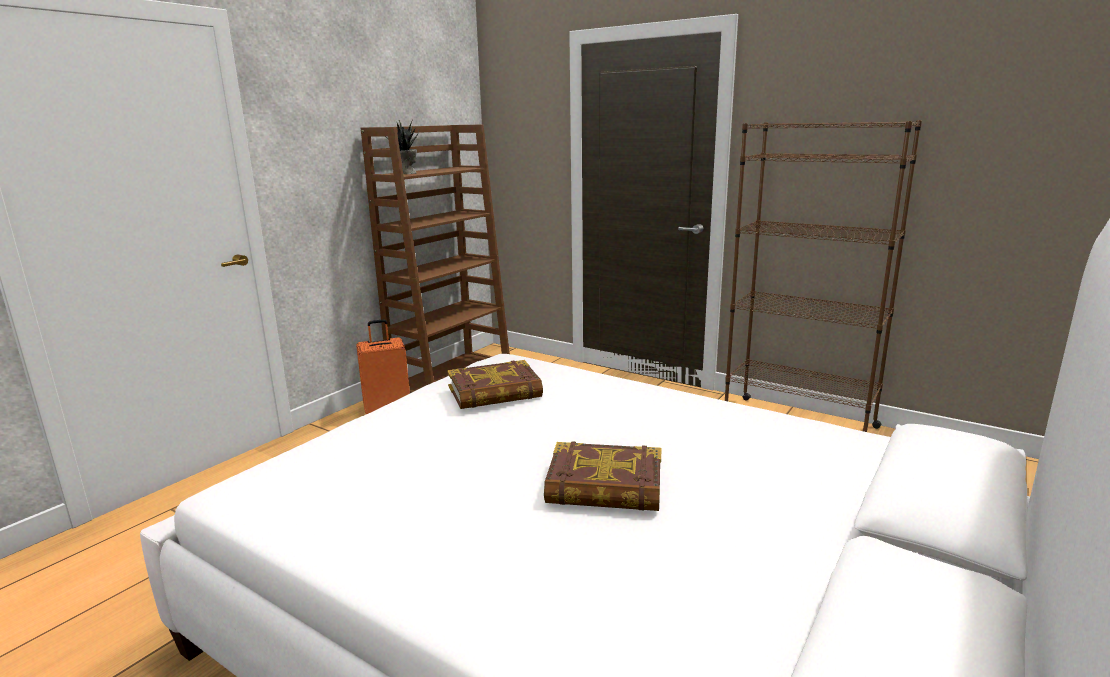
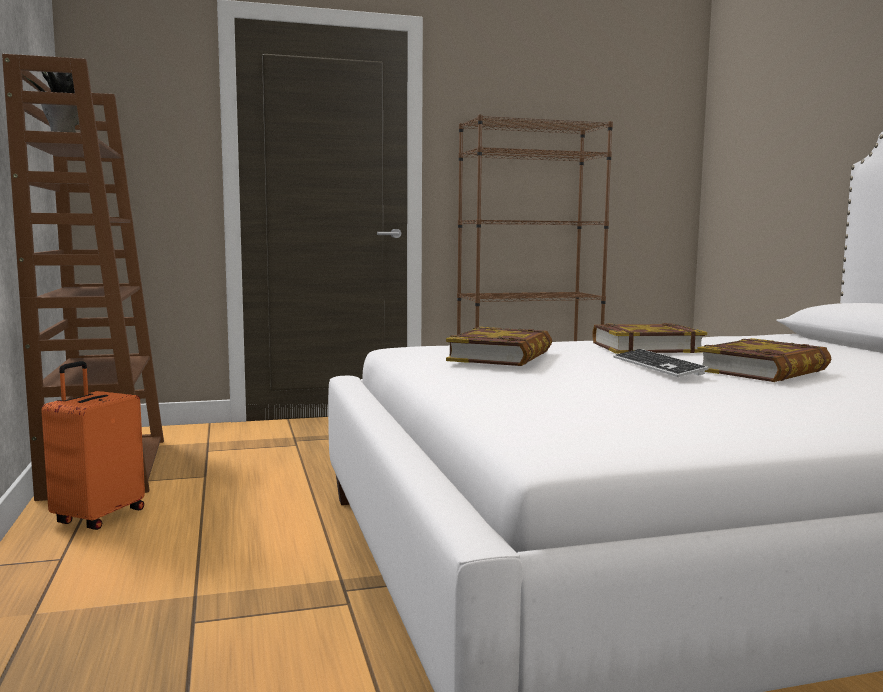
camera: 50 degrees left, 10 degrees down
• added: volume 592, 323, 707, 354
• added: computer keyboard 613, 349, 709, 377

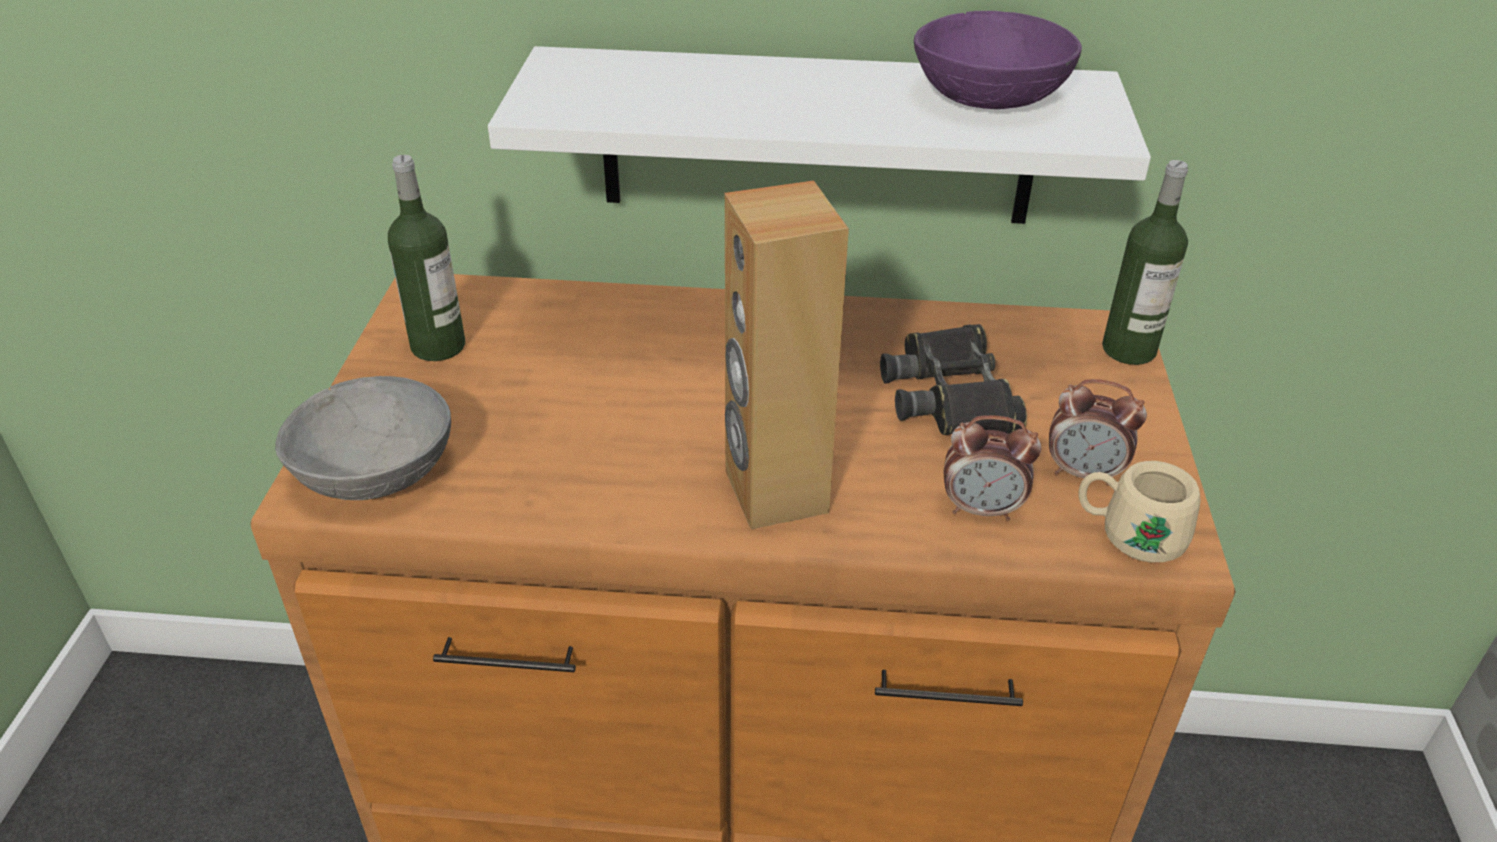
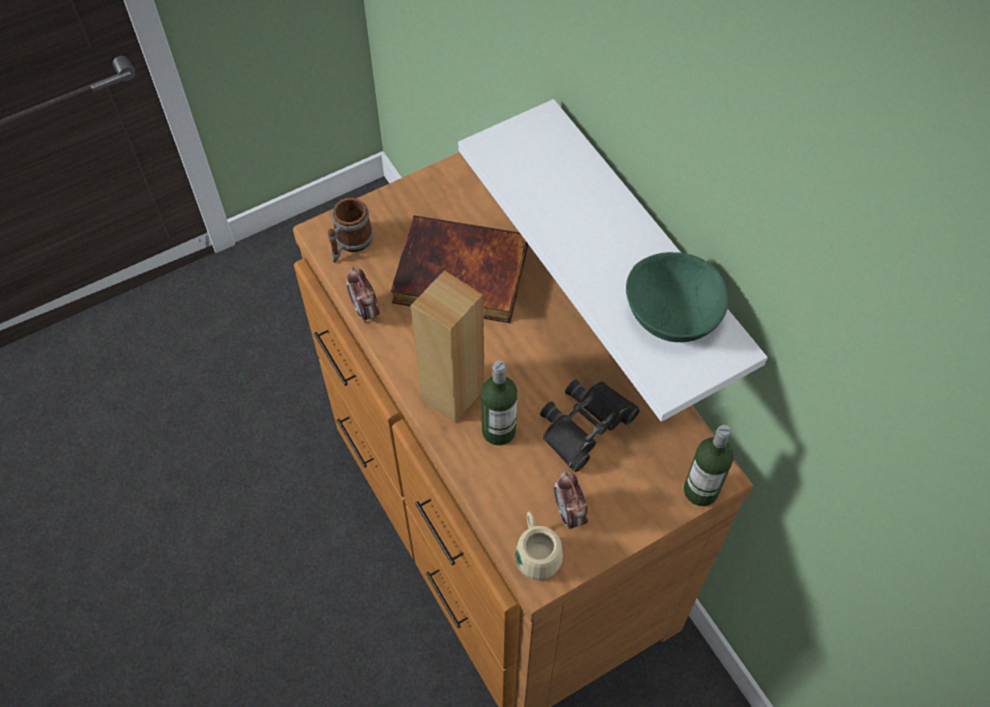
camera: 55 degrees right, 20 degrees up
• added: volume 391, 215, 528, 323
• moved: beverage bottle 388, 155, 465, 361 to 481, 361, 517, 445
• moved: bedside clock 944, 415, 1041, 521 to 346, 267, 380, 323
• replaced: serving bowl in gray 275, 376, 451, 500 to tea mug 328, 198, 373, 263
• recoloured: serving bowl in purplish 914, 11, 1082, 109 to serving bowl in green 626, 252, 729, 342

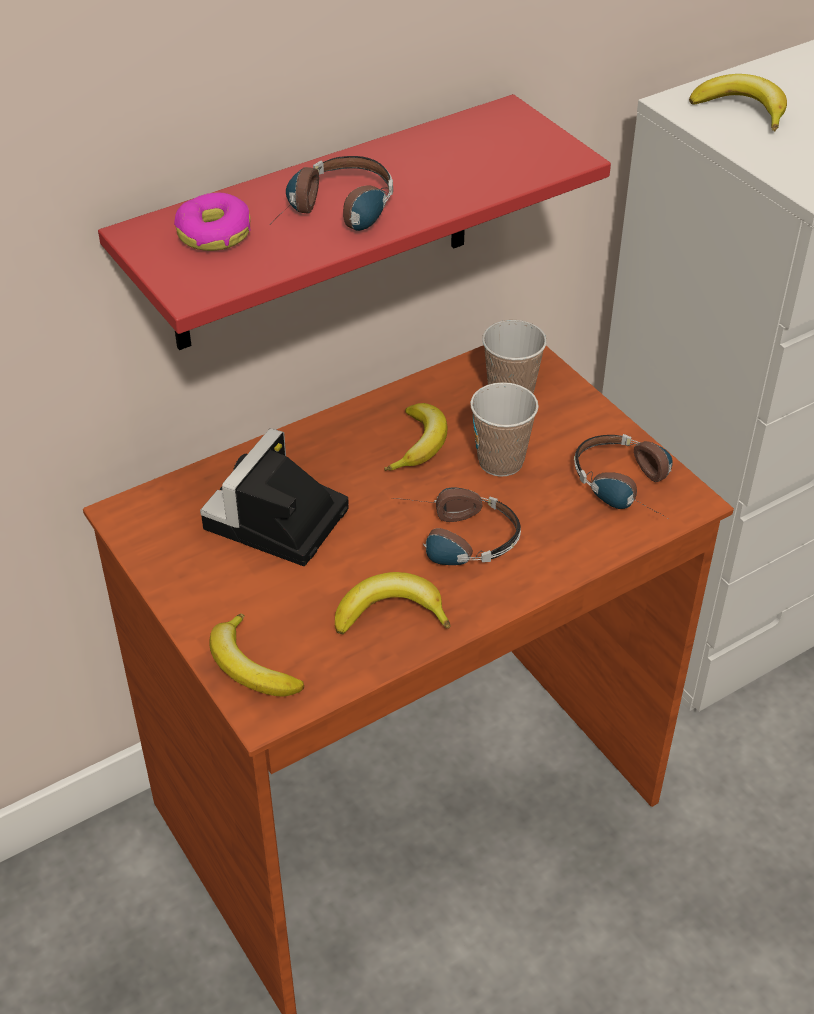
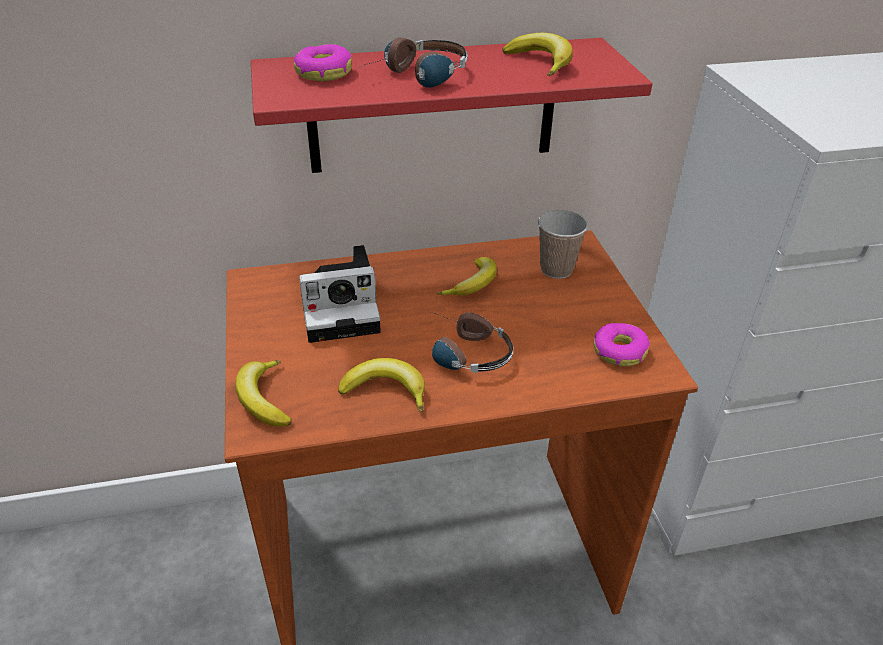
camera: 20 degrees right, 5 degrees down
• removed: drinking cup 470, 382, 539, 477
• moved: banana fruit 689, 74, 787, 132 to 502, 33, 573, 77
• replaced: pair of headphones 574, 434, 673, 518 to doughnut 593, 323, 650, 366
• turned: photo camera 200, 428, 349, 566 = 299, 245, 381, 343 150 degrees counterclockwise

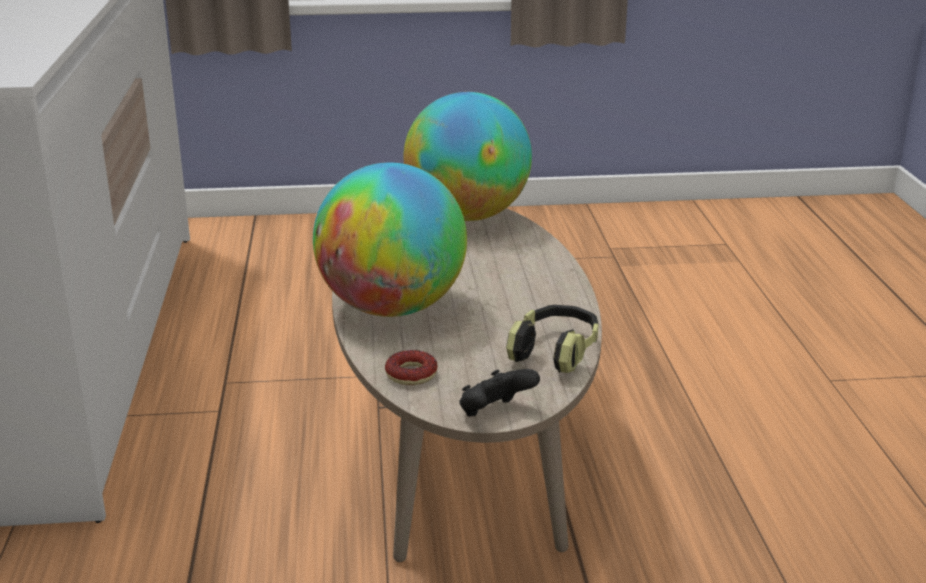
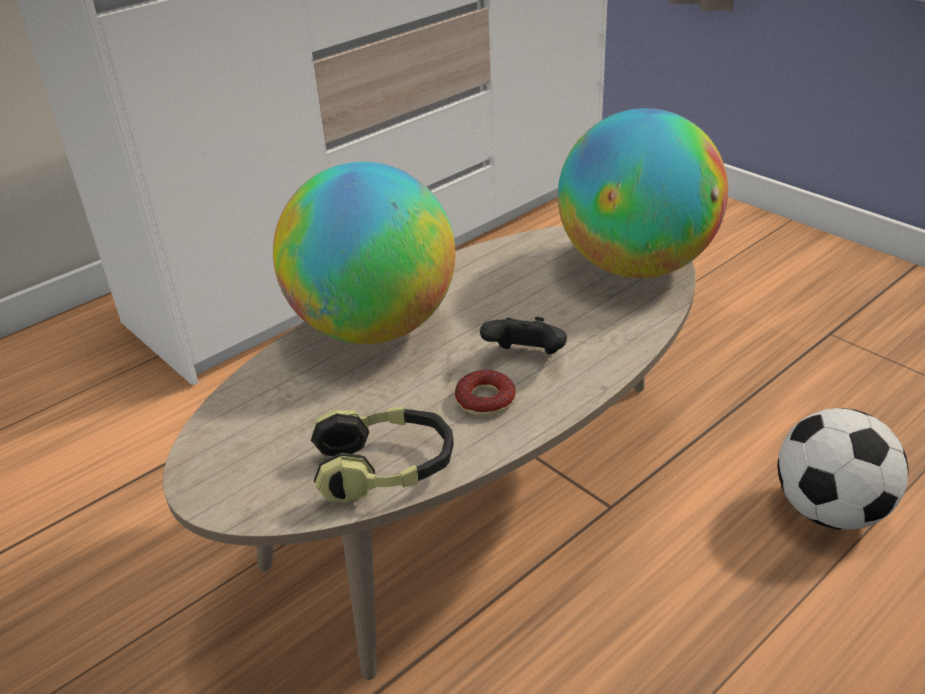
camera: 55 degrees right, 10 degrees up
• added: football 778, 408, 908, 530
• moved: doughnut 385, 350, 438, 385 to 455, 370, 516, 416
• moved: game controller in blackish 459, 369, 540, 416 to 480, 317, 567, 354

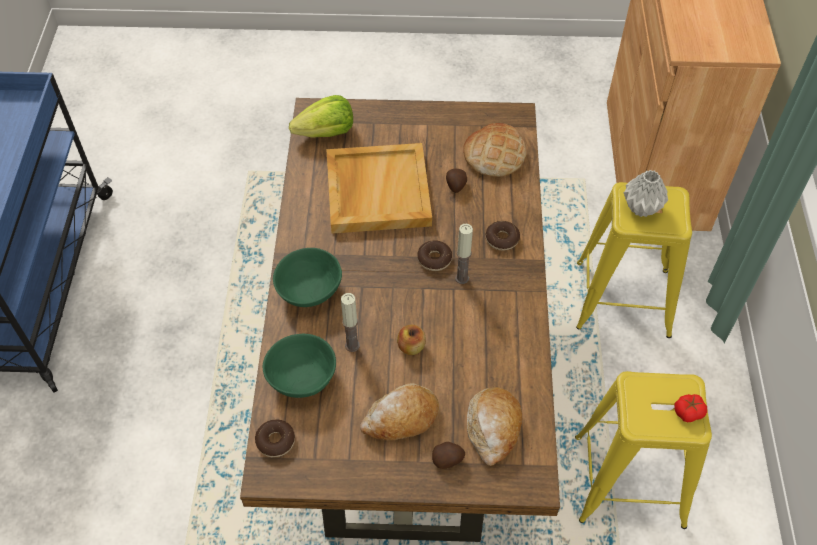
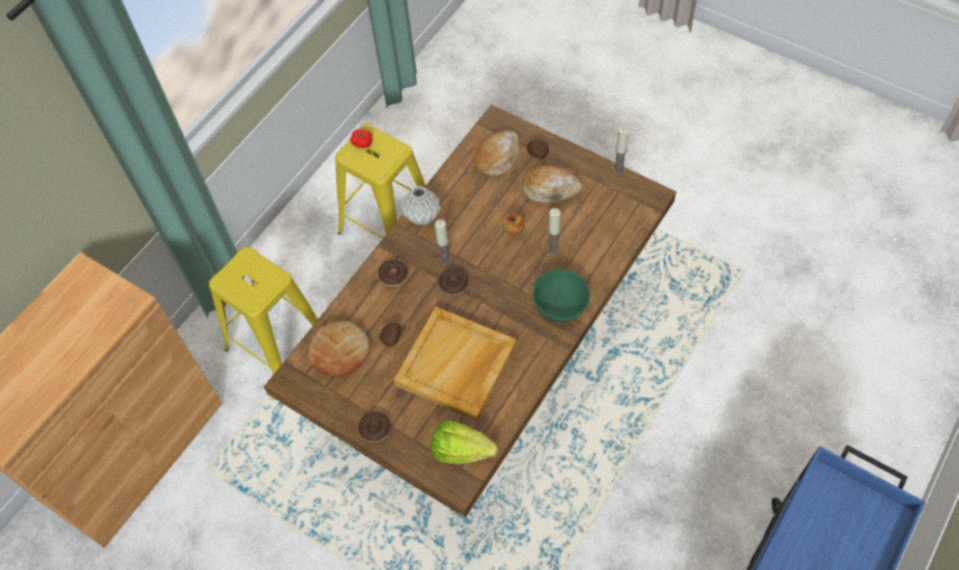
camera: 145 degrees left, 5 degrees up
• removed: serving bowl in green 263, 334, 336, 398
• added: wax light 613, 126, 629, 175
• moved: doughnut 255, 419, 295, 457 to 358, 412, 390, 442
• moved: flower vase in gray 624, 170, 668, 217 to 401, 186, 440, 225

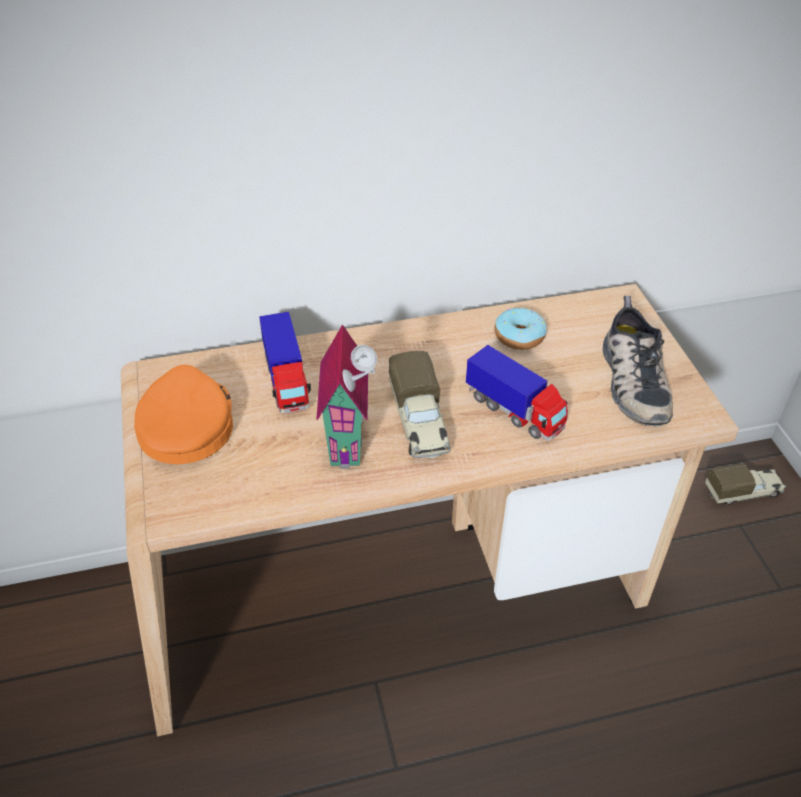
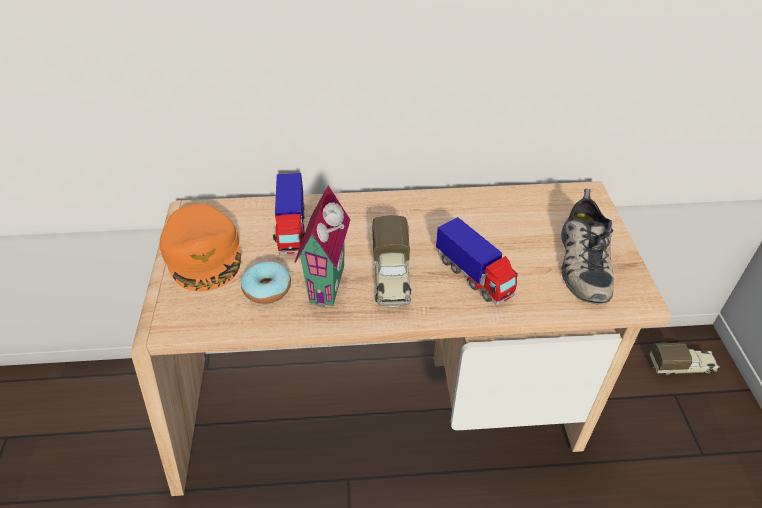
camera: 10 degrees right, 0 degrees up
• moved: doughnut 494, 308, 547, 350 to 241, 261, 291, 304
• turned: baseball cap in orange-coloured 134, 365, 233, 464 = 160, 204, 241, 292 150 degrees clockwise

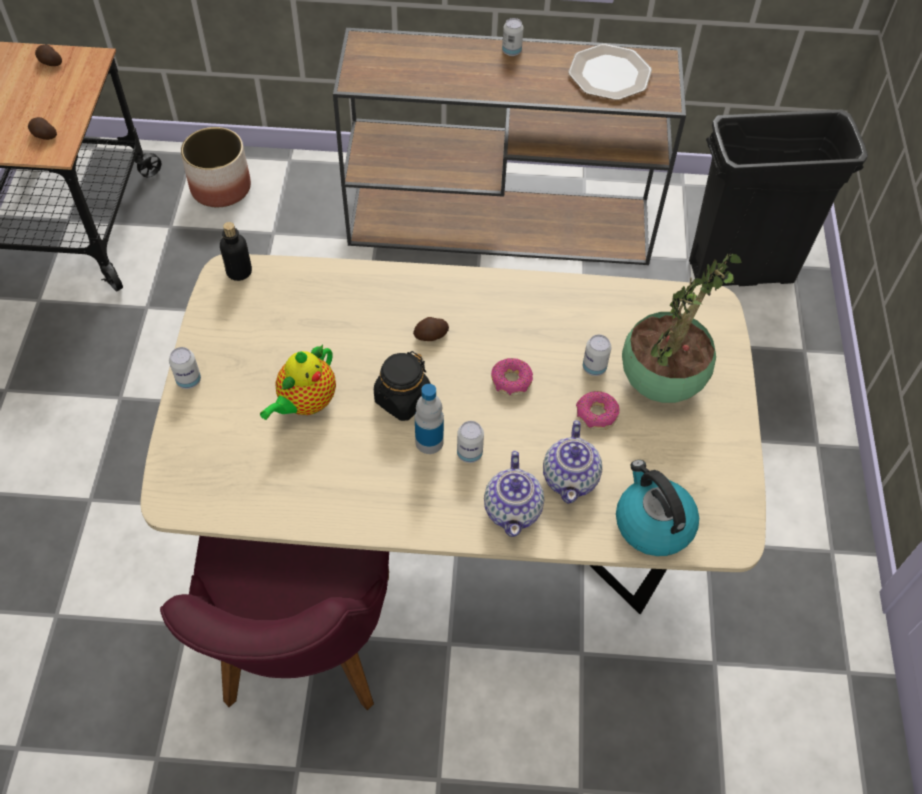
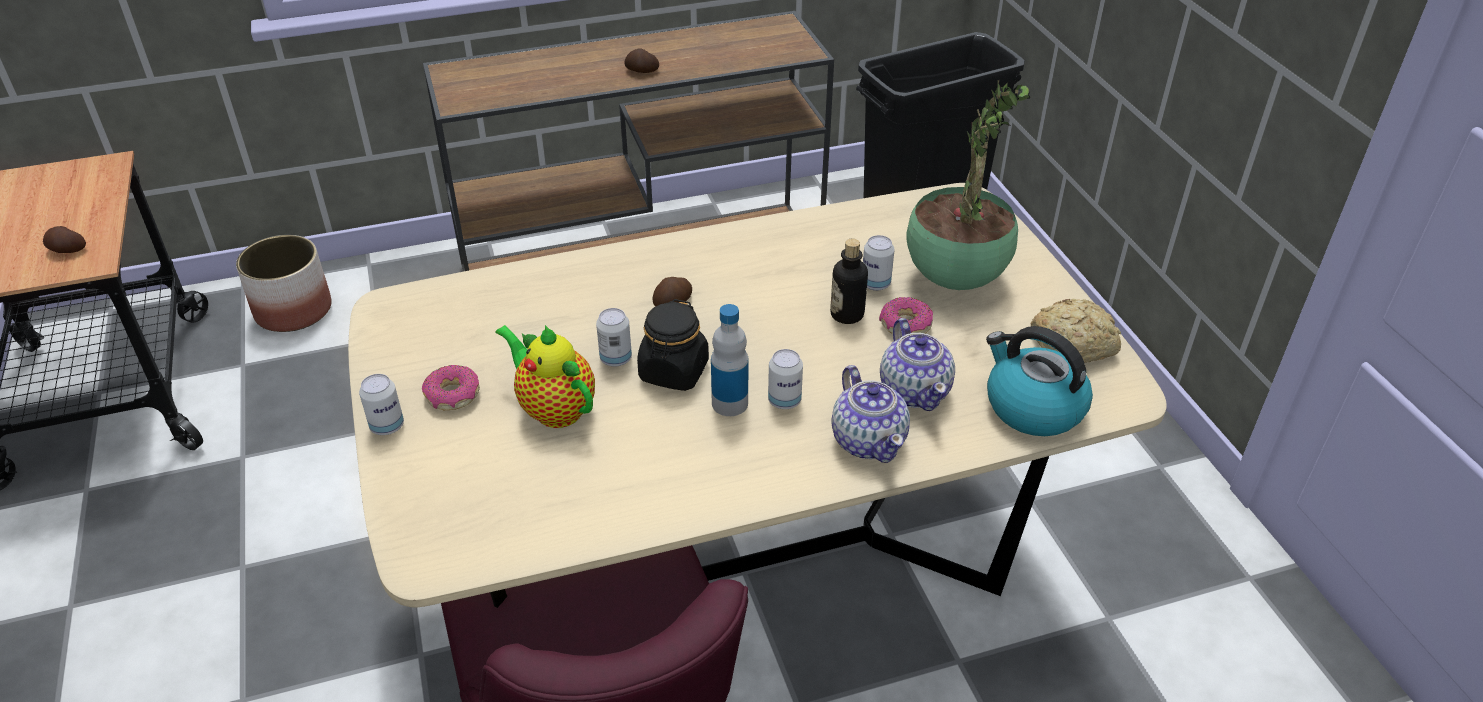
camera: 20 degrees left, 15 degrees down
• removed: dinner plate 568, 44, 652, 100
• added: baked bread 1030, 299, 1121, 363
• moved: potato 35, 45, 62, 66 to 624, 48, 659, 73
• moved: beverage bottle 220, 222, 252, 281 to 830, 239, 868, 324
• moved: doughnut 491, 358, 533, 396 to 422, 365, 480, 410
• moved: sealed can 502, 18, 524, 56 to 596, 308, 632, 367
• turned: teapot 260, 344, 336, 420 = 495, 325, 595, 428 120 degrees clockwise

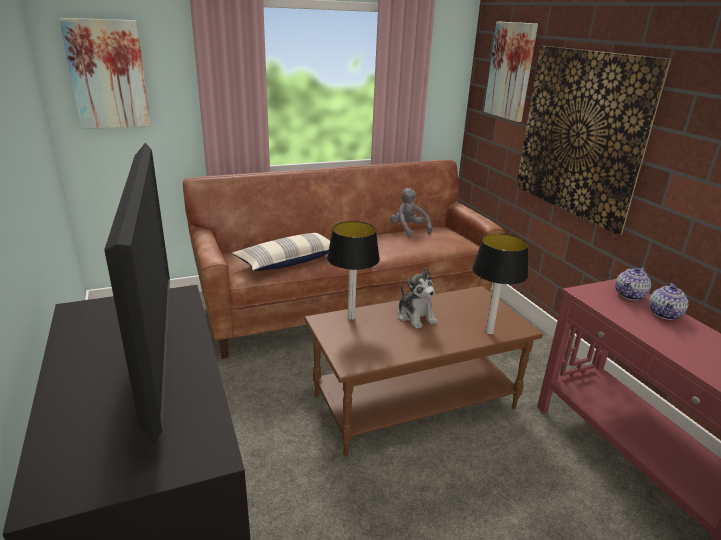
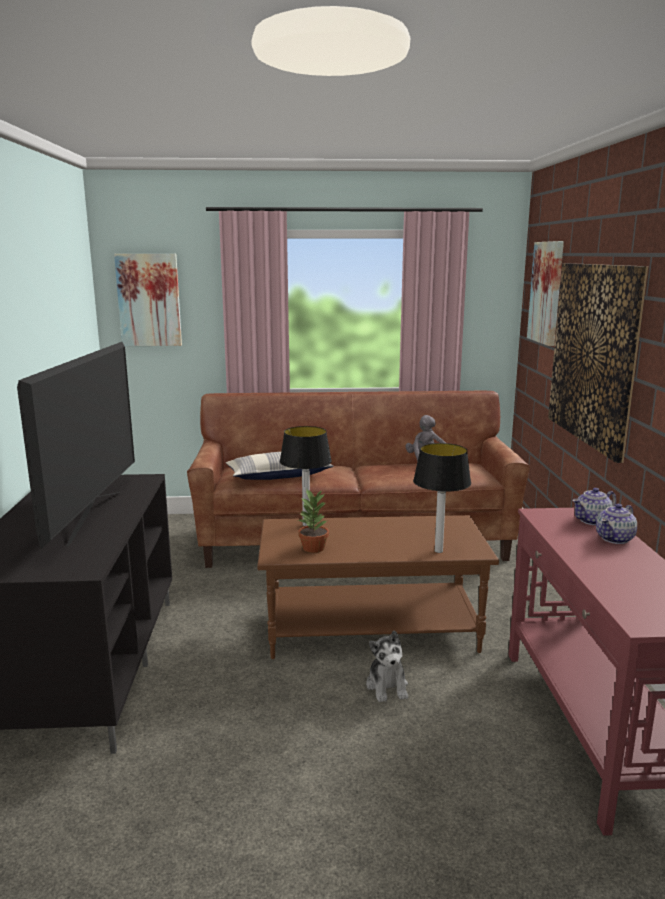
camera: 20 degrees right, 10 degrees down
• added: plant in a pot 298, 490, 329, 553
• moved: soft toy 398, 268, 437, 329 to 366, 631, 408, 702

